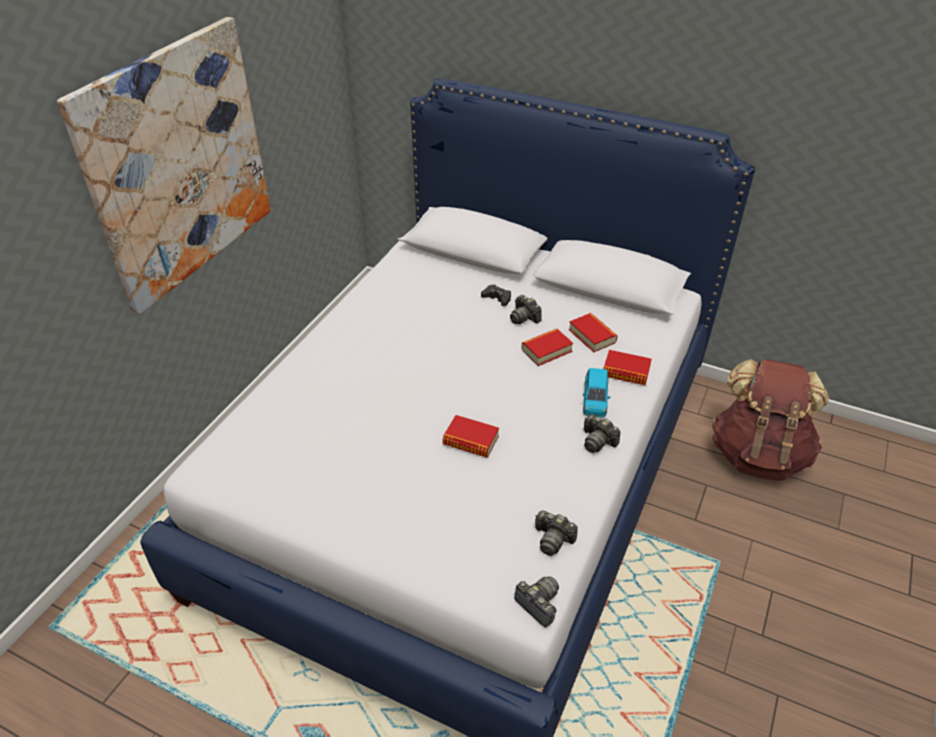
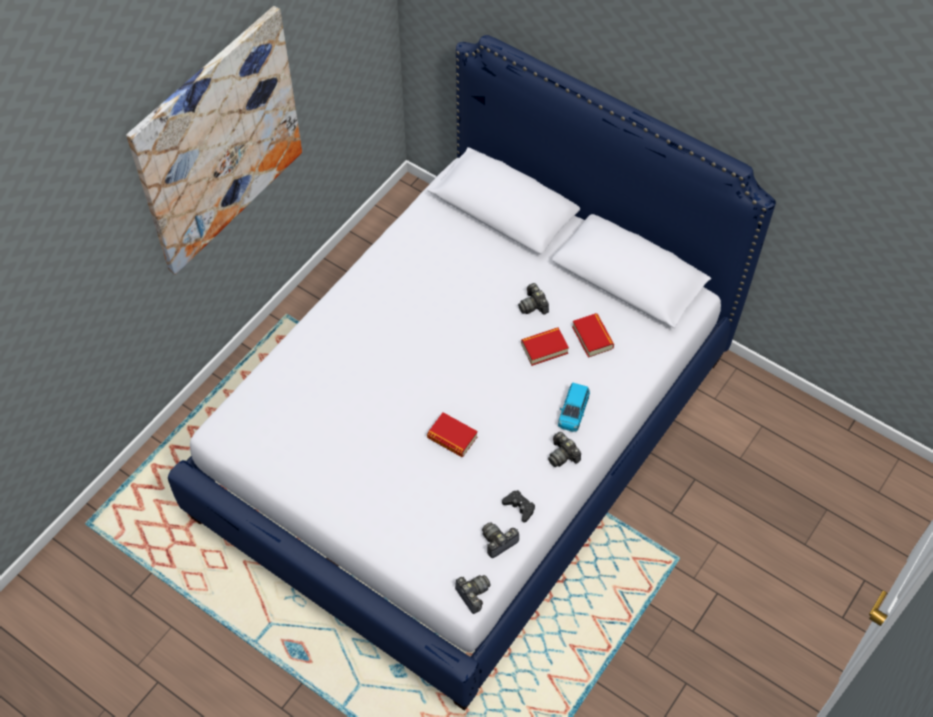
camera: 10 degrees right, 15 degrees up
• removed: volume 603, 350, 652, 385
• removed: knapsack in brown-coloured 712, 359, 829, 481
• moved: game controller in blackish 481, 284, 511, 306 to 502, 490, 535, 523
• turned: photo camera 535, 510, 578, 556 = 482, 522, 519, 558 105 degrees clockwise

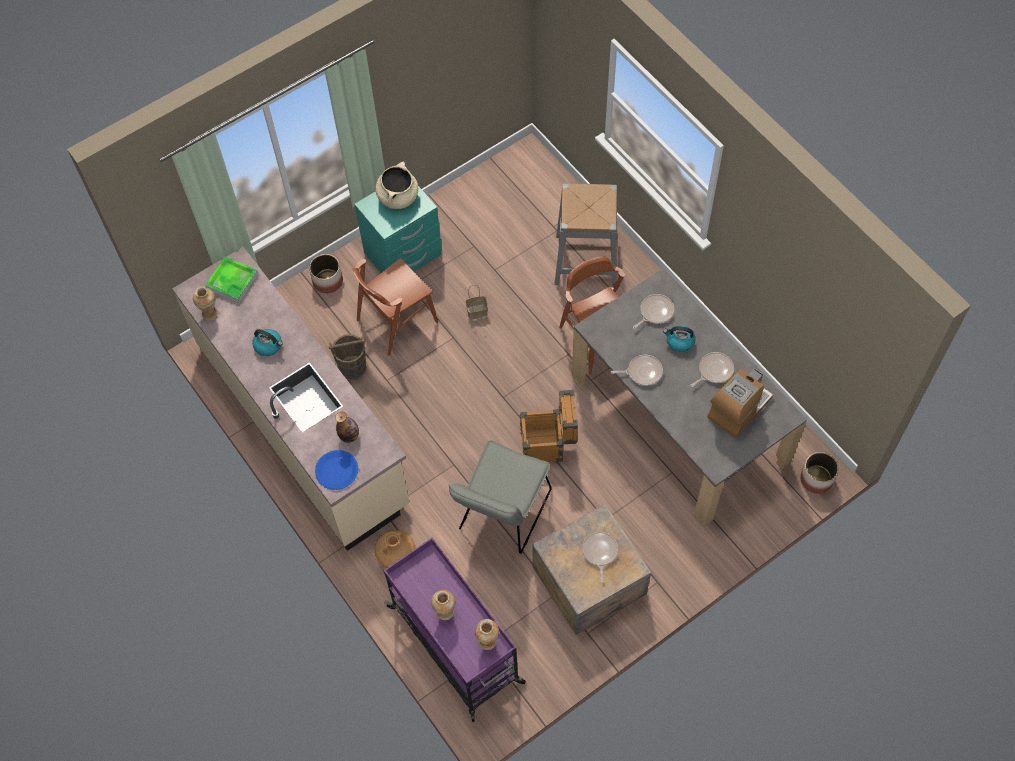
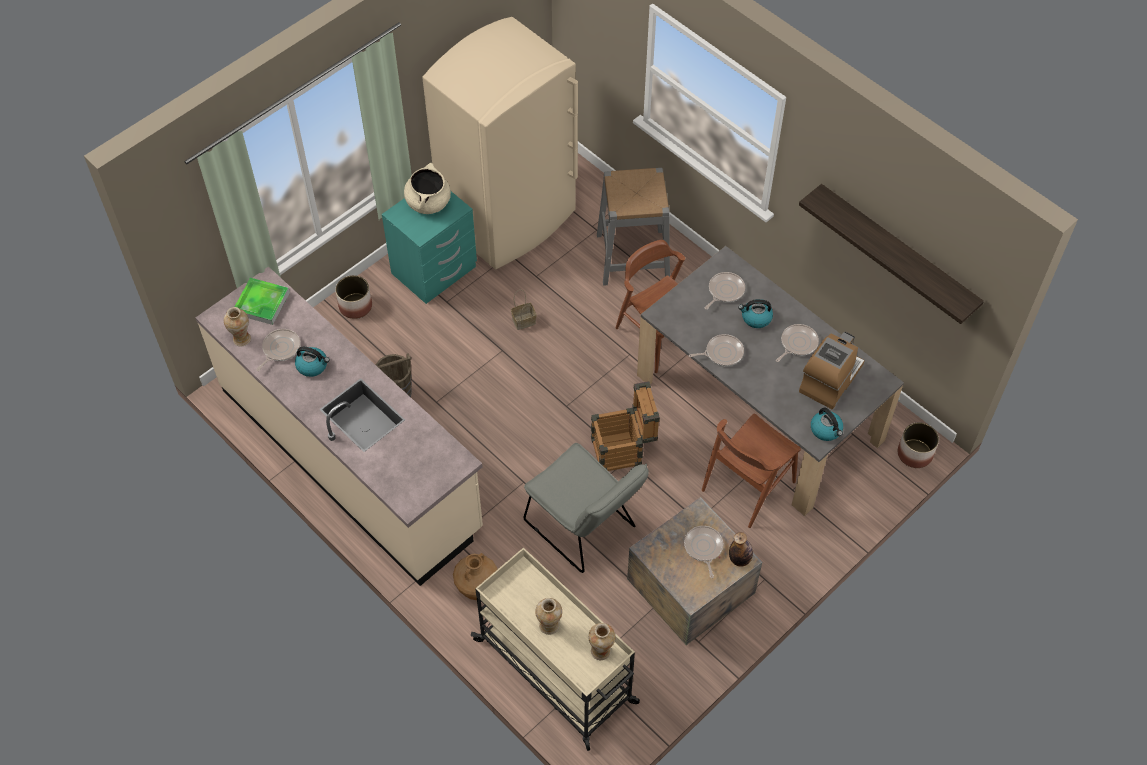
camera: 10 degrees left, 5 degrees down
• removed: dinner plate in bluish 315, 450, 359, 490
• added: frying pan 256, 329, 300, 371
• added: refrigerator in sand-coloured 422, 17, 578, 269
• added: bracket shelf 799, 184, 984, 324
• added: kettle 811, 407, 843, 441
• moved: beverage bottle 335, 412, 359, 443 to 729, 532, 753, 567
• moved: plain chair in brown-coloured 352, 258, 438, 356 to 702, 414, 801, 528
• recoloured: trolley in purplish 384, 538, 526, 722 to trolley in sand-coloured 471, 547, 640, 751
• turned: plain chair in gray 448, 440, 552, 554 = 523, 443, 649, 573 60 degrees counterclockwise

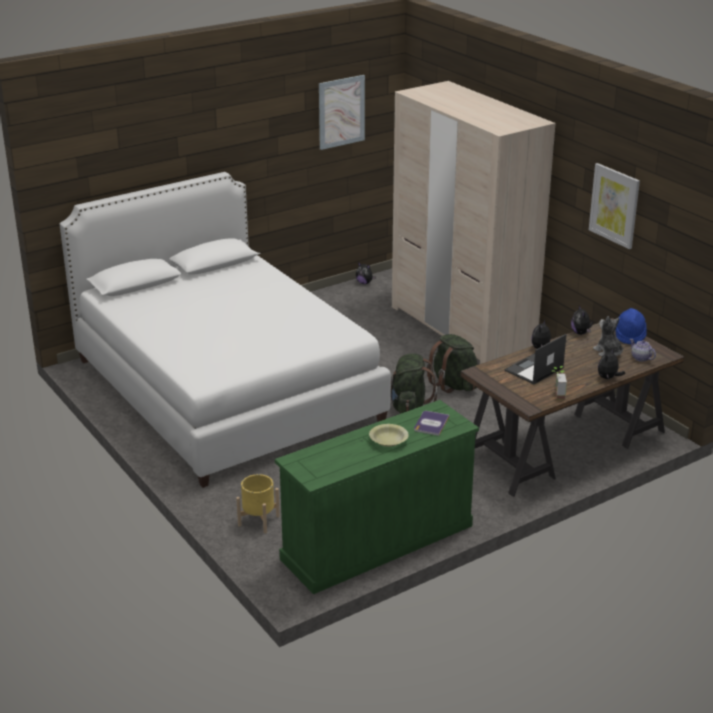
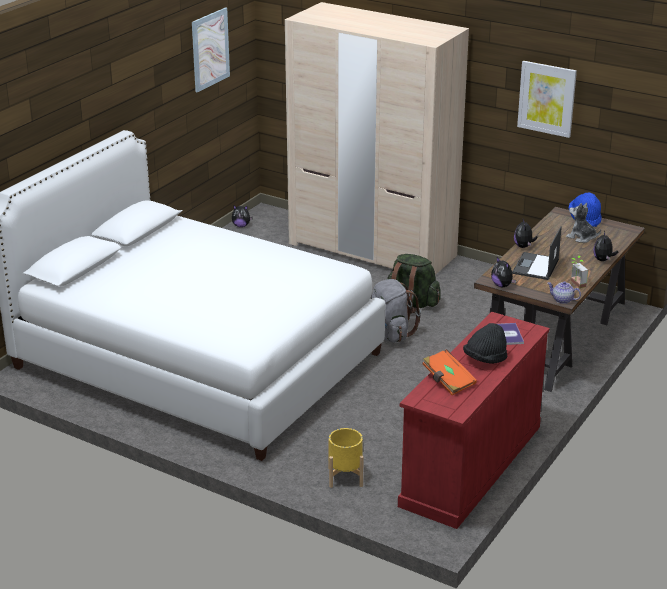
camera: 25 degrees left, 0 degrees up
• added: volume in orange-coloured 422, 349, 477, 395
• moved: soft toy 571, 306, 593, 335 to 491, 257, 516, 287
• moved: teapot 630, 339, 656, 362 to 547, 281, 581, 304
• replaced: serving bowl in yellow-coloured 369, 424, 409, 447 to clothing hat in blackish 463, 323, 507, 364
• recoloured: chest of drawers in green 275, 400, 479, 594 to chest of drawers in reddish 398, 312, 550, 529
• recoloured: knapsack in green 391, 354, 437, 414 to knapsack in gray 371, 279, 421, 343

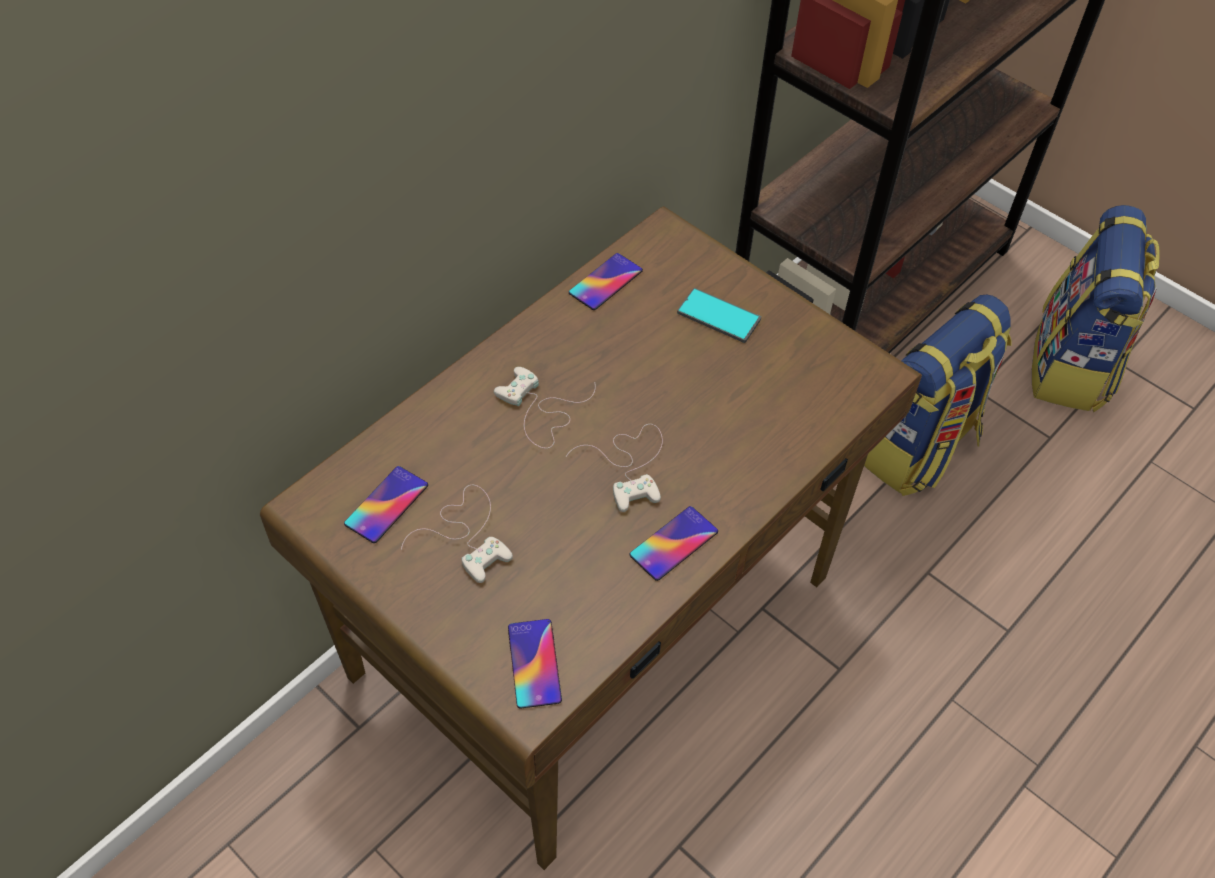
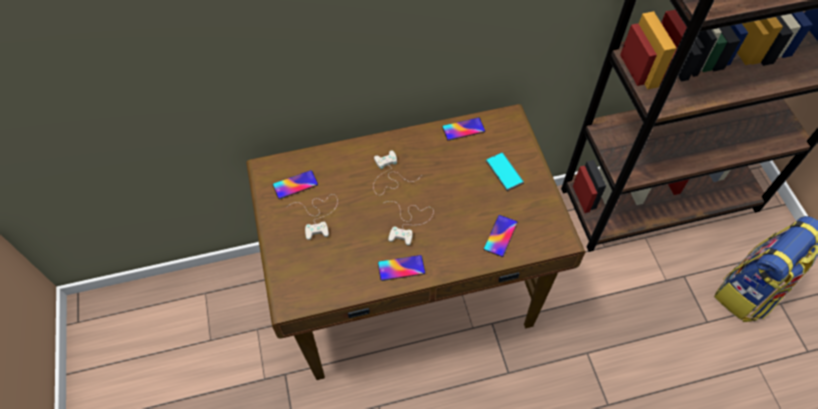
camera: 35 degrees right, 5 degrees up
• removed: knapsack 864, 295, 1012, 496
• moved: telephone 508, 619, 562, 709 to 484, 215, 518, 257

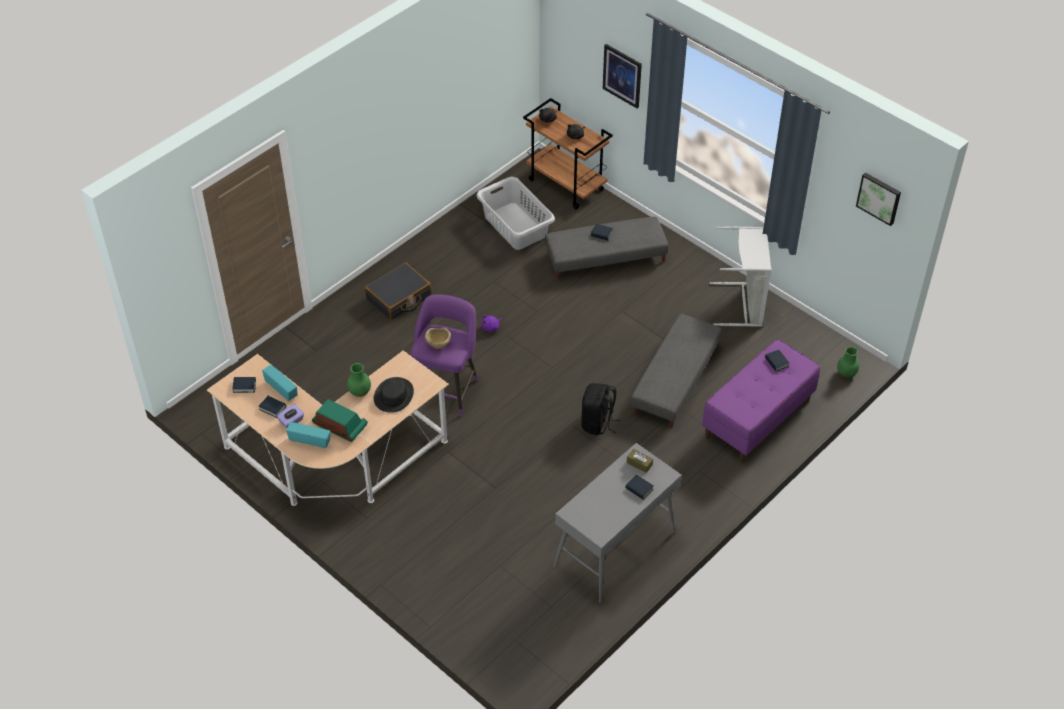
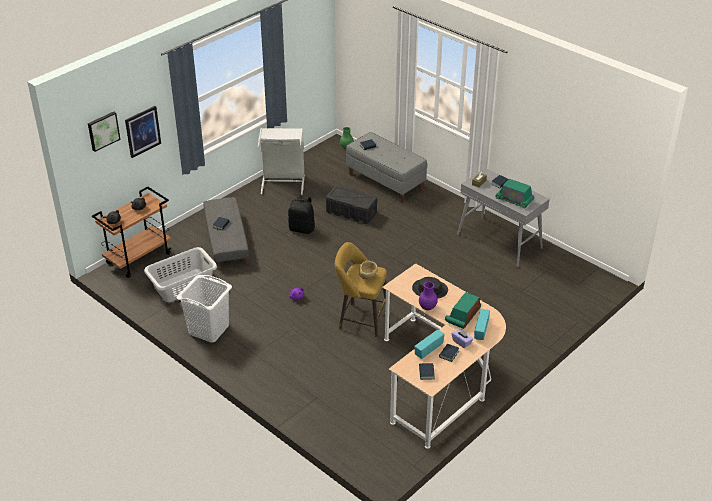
camera: 90 degrees left, 10 degrees down
• removed: travel case in blackish 365, 263, 432, 320
• added: washing basket in whitish 177, 275, 232, 343
• added: radio set 495, 179, 534, 208
• moved: knapsack in blackish 581, 383, 621, 435 to 288, 195, 315, 234
• moved: wall picture 856, 172, 901, 226 to 88, 111, 121, 152
• replaced: pouffe in gray 630, 314, 722, 428 to storage bin in blackish 326, 186, 377, 224
• recoloured: flower vase in green 347, 363, 371, 397 to flower vase in purplish 419, 282, 437, 310
• recoloured: stool seat in purplish 411, 295, 478, 416 to stool seat in yellow-coloured 335, 242, 387, 338
• recoloured: bench in purplish 702, 339, 820, 463 to bench in gray 346, 132, 427, 203

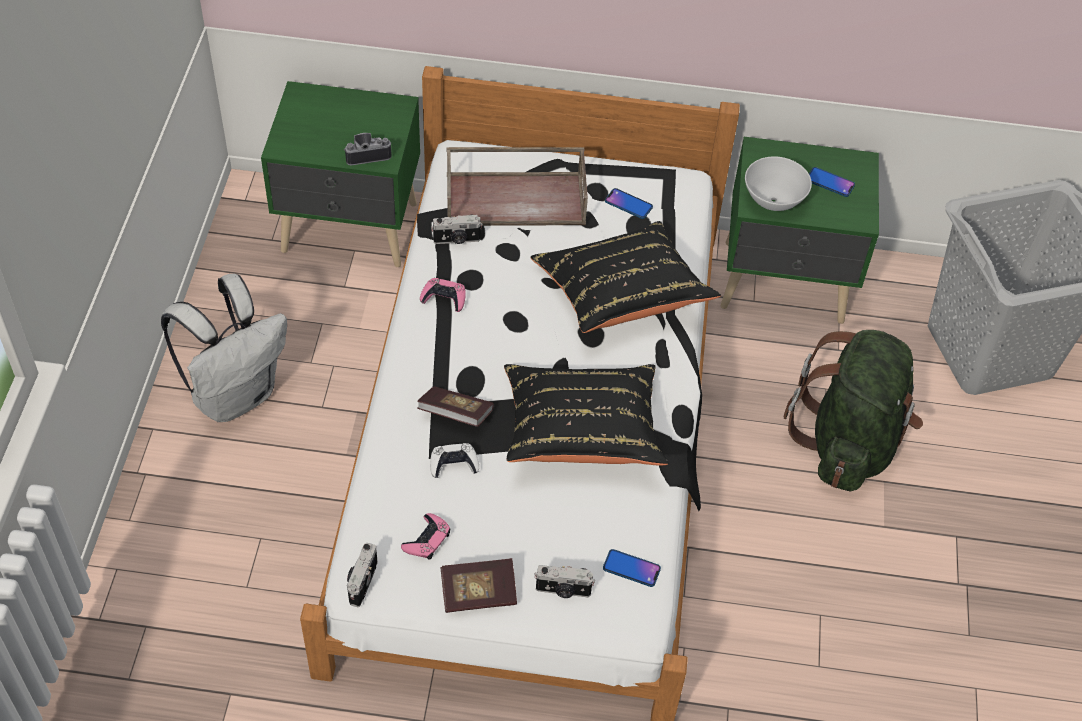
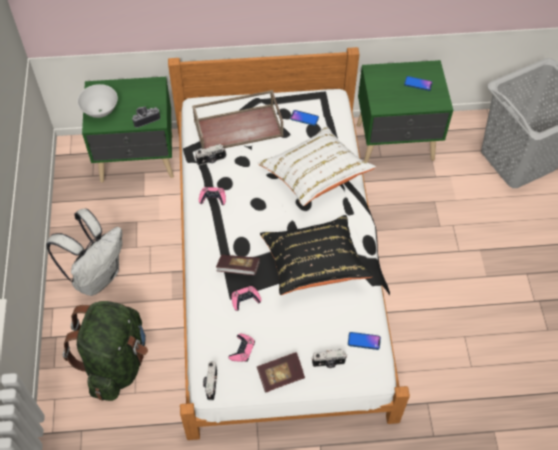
camera: 10 degrees left, 5 degrees up
• moved: serving bowl in whitish 745, 156, 812, 211 to 77, 84, 118, 118
• moved: knapsack in green 784, 330, 923, 491 to 63, 301, 148, 401
• recoloured: game controller in whitish 430, 443, 479, 478 to game controller in pink 232, 286, 261, 311
• recoloured: cushion in blackish 530, 221, 721, 333 to cushion in whitish 258, 126, 376, 206

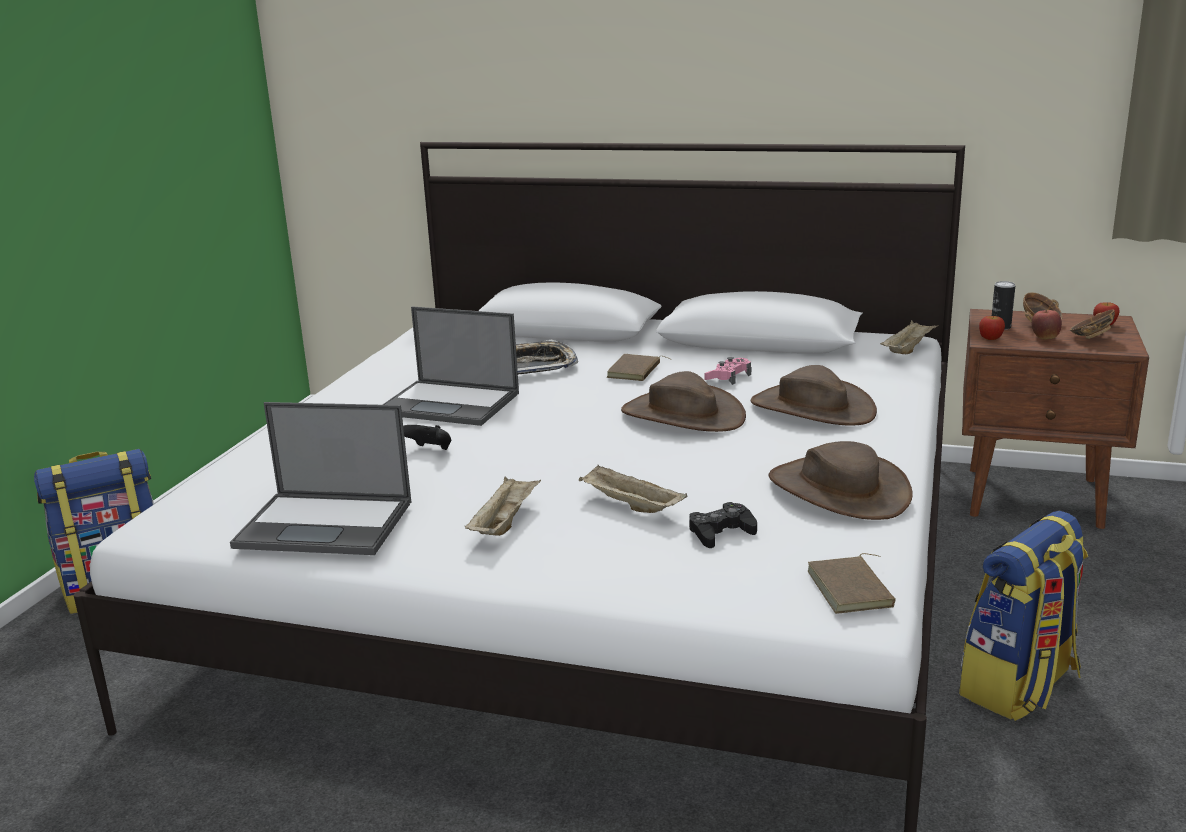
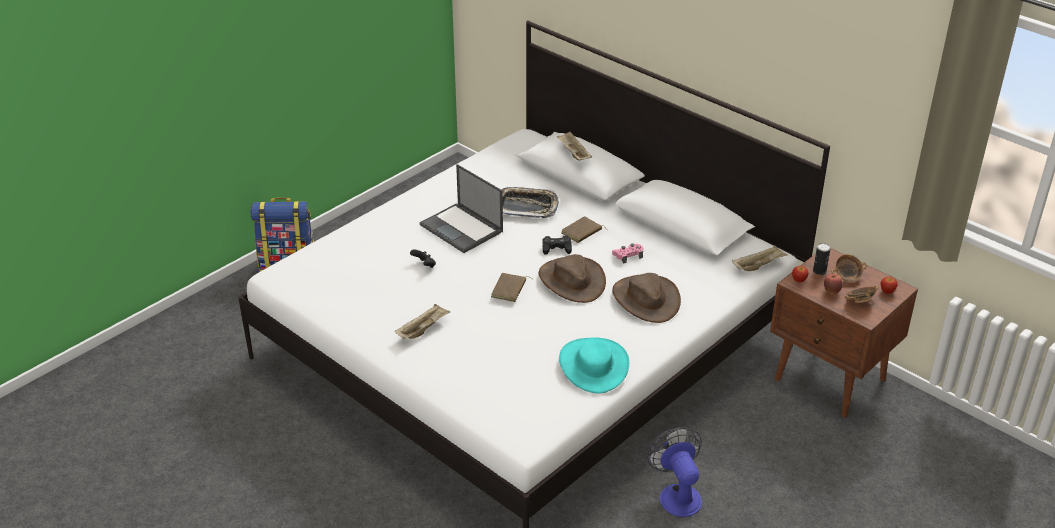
camera: 25 degrees right, 15 degrees up
• removed: portable computer 230, 402, 411, 555
• moved: tray in sand-coloured 579, 465, 687, 513 to 557, 132, 592, 160
• moved: game controller in blackish 689, 502, 757, 548 to 542, 236, 572, 255
• moved: volume in brown-coloured 808, 553, 896, 614 to 491, 273, 534, 302
• replaced: knapsack 959, 511, 1088, 721 to cooling fan 647, 427, 702, 517
• recoloured: clothing hat in brown-coloured 769, 441, 913, 520 to clothing hat in blue-green 559, 337, 629, 393

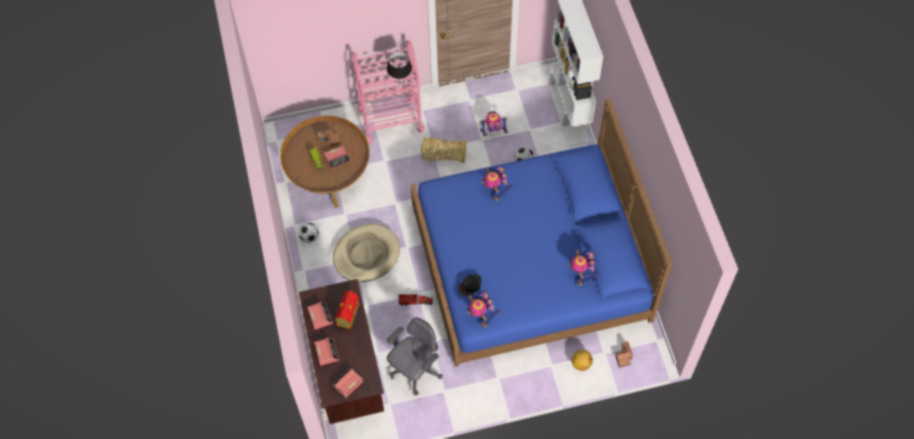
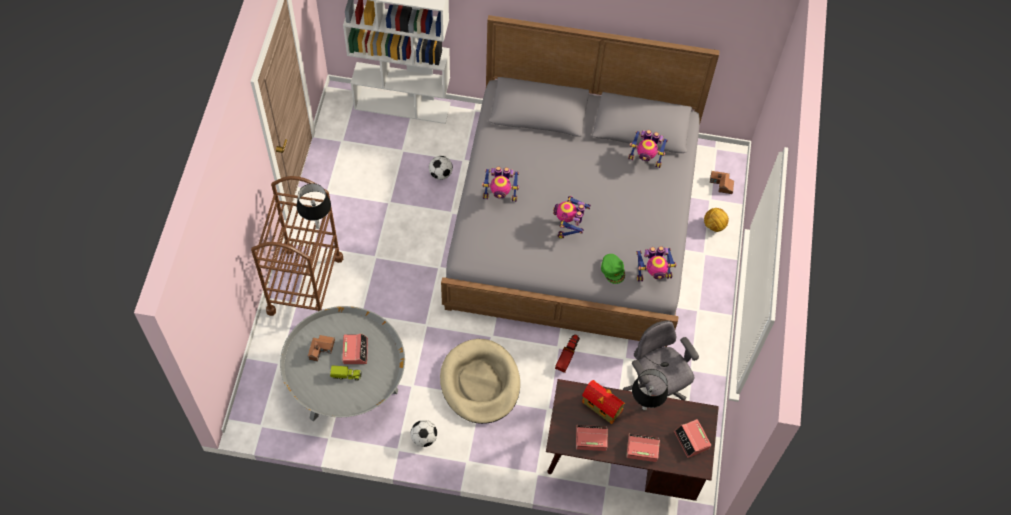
camera: 70 degrees left, 0 degrees up
• removed: household basket 421, 137, 466, 163
• added: lamp for a table in blackish 632, 369, 668, 410
• moved: robot figure 480, 111, 508, 136 to 553, 196, 591, 238
• recoloured: coffee table in brown-coloured 280, 116, 370, 208 to coffee table in gray 280, 306, 405, 421
• recoloured: trolley in pink 352, 40, 424, 143 to trolley in brown-coloured 251, 176, 343, 316
• recoloured: bedroom bed in bluish 411, 98, 673, 367 to bedroom bed in gray 441, 15, 720, 347
• recoloured: baseball cap in blackish 458, 274, 481, 296 to baseball cap in green 601, 254, 625, 284

